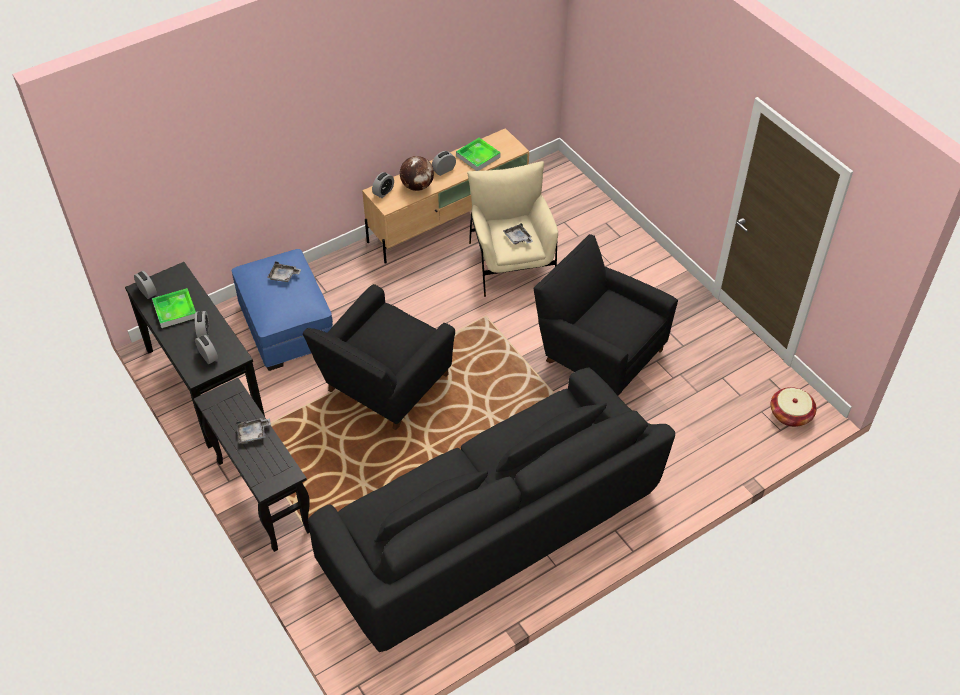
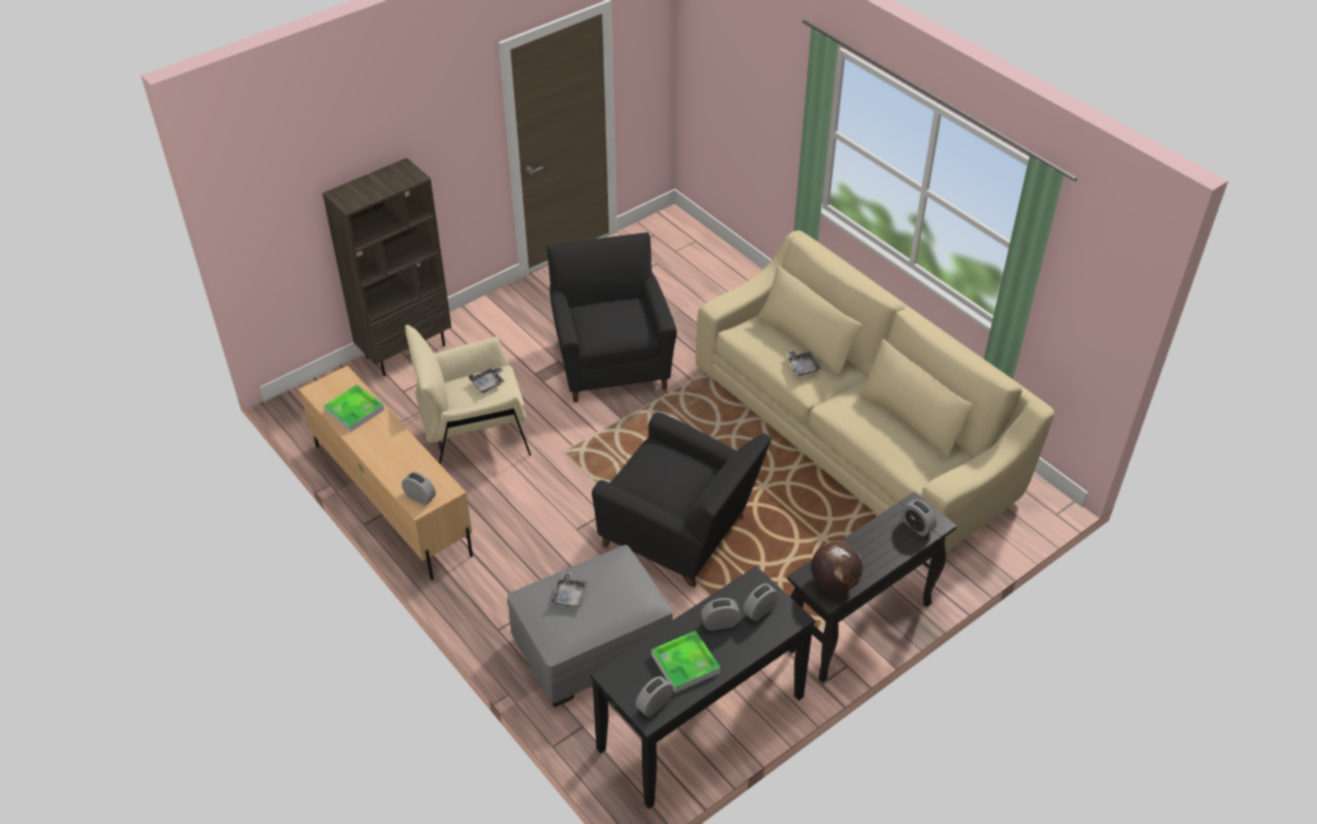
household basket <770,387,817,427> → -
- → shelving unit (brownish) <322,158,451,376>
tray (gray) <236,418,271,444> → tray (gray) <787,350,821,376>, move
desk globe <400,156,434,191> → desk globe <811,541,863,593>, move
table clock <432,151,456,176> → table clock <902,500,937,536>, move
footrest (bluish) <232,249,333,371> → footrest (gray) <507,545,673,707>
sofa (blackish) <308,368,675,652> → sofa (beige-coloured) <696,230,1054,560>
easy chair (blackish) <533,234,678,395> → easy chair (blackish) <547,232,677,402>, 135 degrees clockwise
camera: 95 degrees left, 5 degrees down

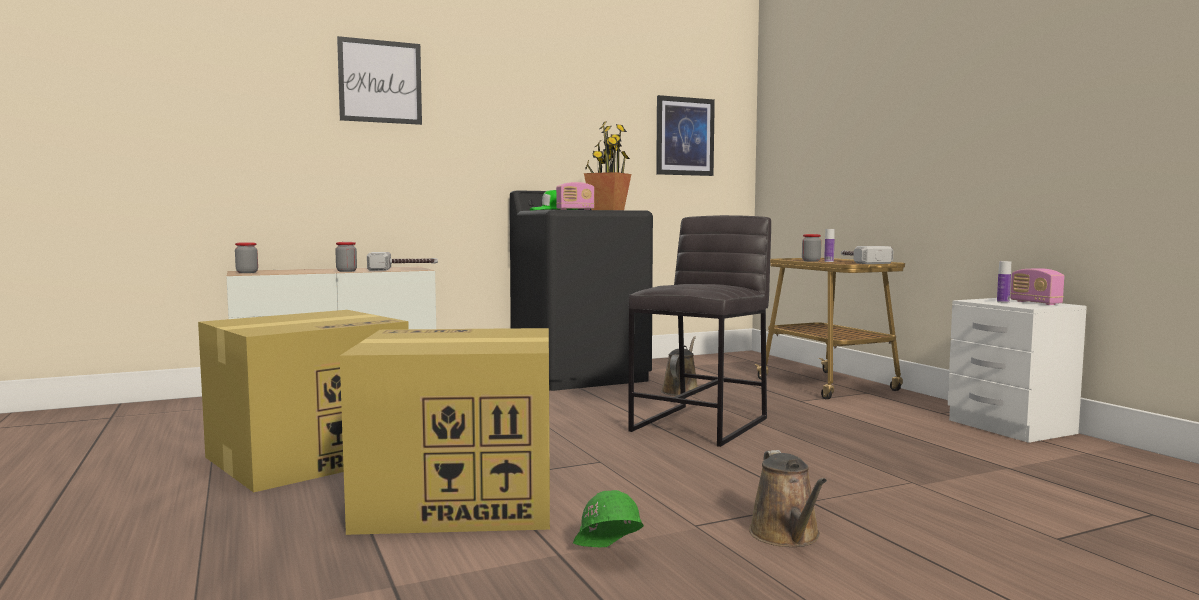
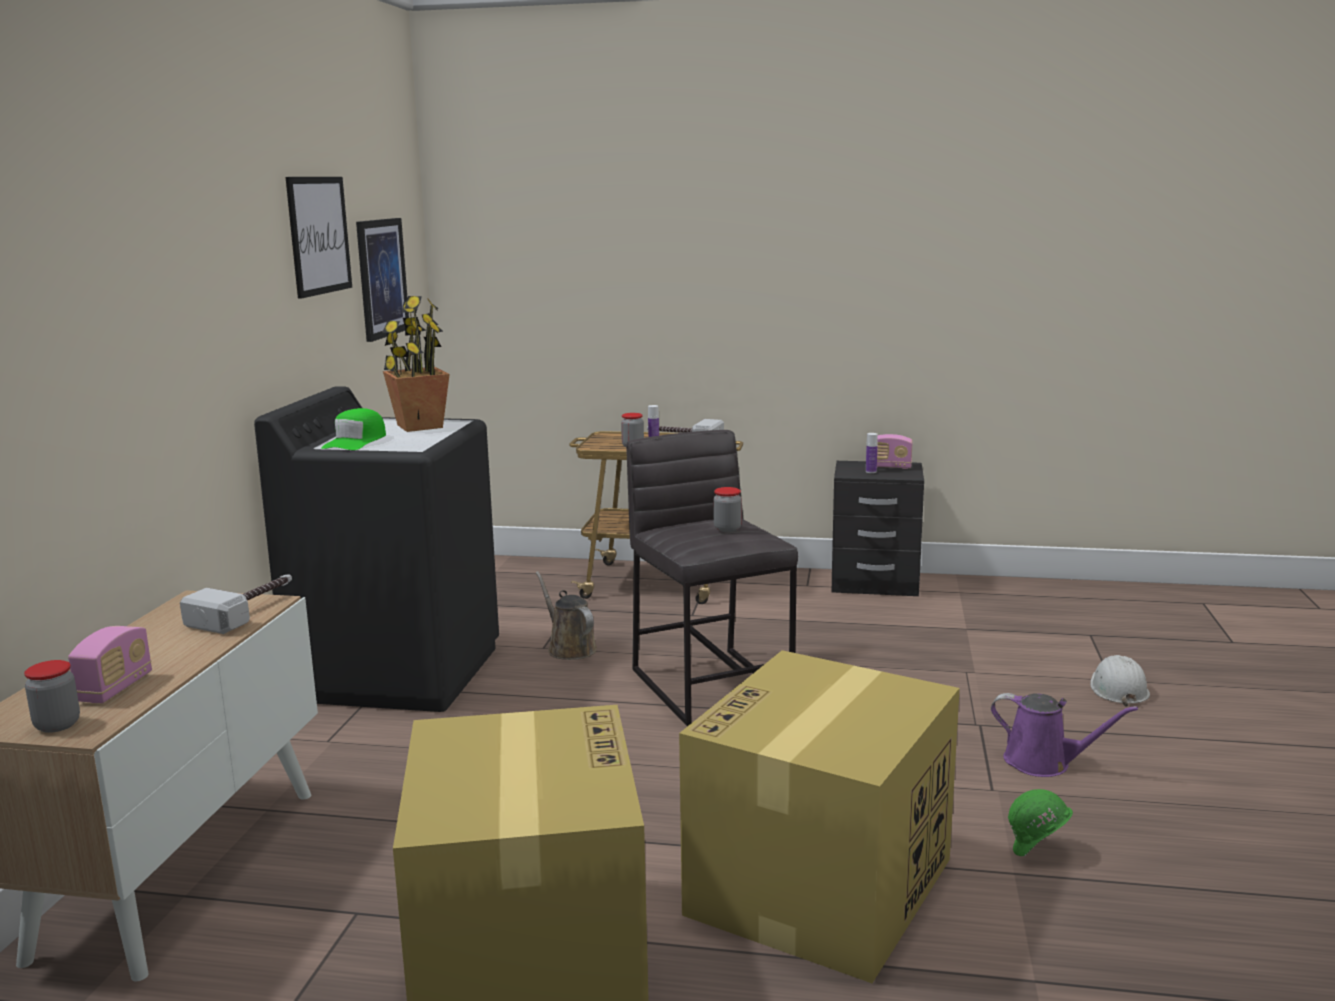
- → work helmet (white-coloured) <1090,655,1150,707>
jar <335,242,357,272> → jar <713,487,742,532>, move
wall art <337,36,422,125> → wall art <285,177,352,299>, move
radio set <556,182,595,210> → radio set <68,626,152,703>, move
watering can (brownish) <749,450,827,547> → watering can (purplish) <991,693,1138,777>
night table (white-coloured) <948,298,1087,443> → night table (blackish) <831,461,924,596>
camera: 55 degrees left, 10 degrees up

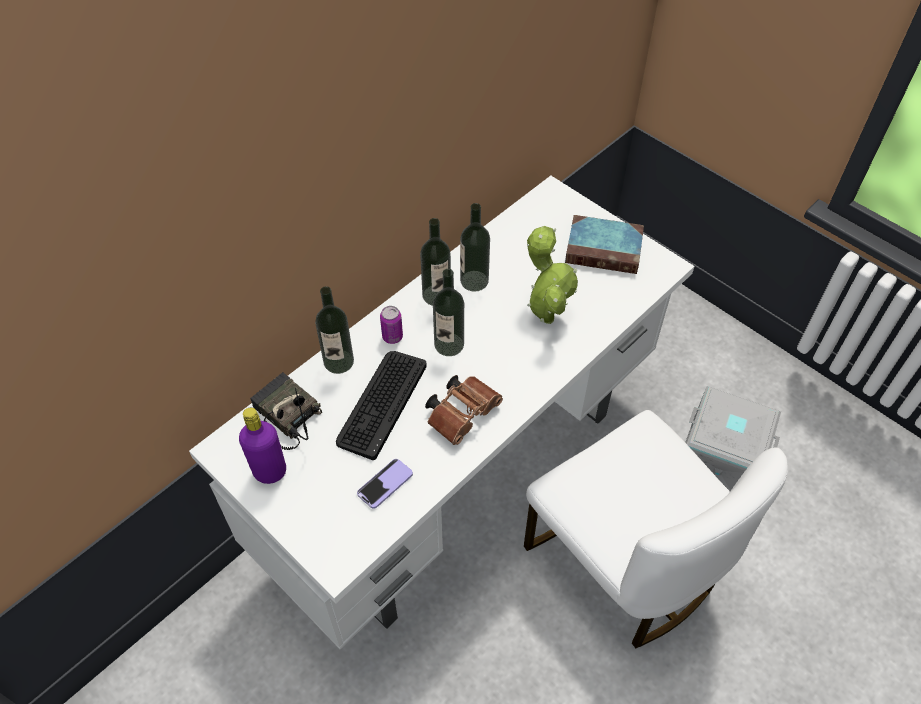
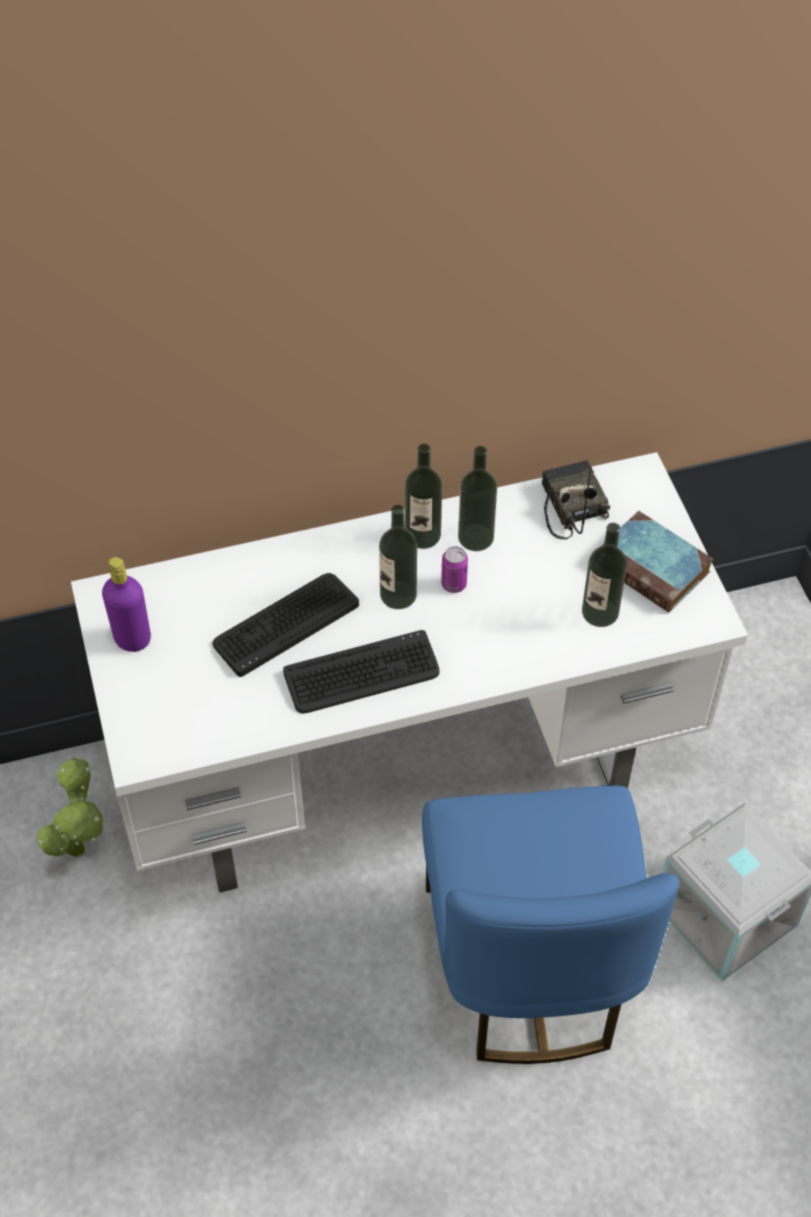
telephone <357,459,413,509> → -
radio set <250,372,322,450> → radio set <542,460,610,539>, move
beverage bottle <315,286,354,374> → beverage bottle <582,523,627,627>, move
sealed can <380,306,403,344> → sealed can <441,546,468,593>, move
plant in a pot <527,226,578,324> → plant in a pot <37,757,104,858>, move
binoculars (brownish) <425,375,503,445> → computer keyboard <283,630,439,713>
upright chair (white-coloured) <524,410,788,648> → upright chair (bluish) <422,786,679,1064>
camera: 30 degrees right, 0 degrees up

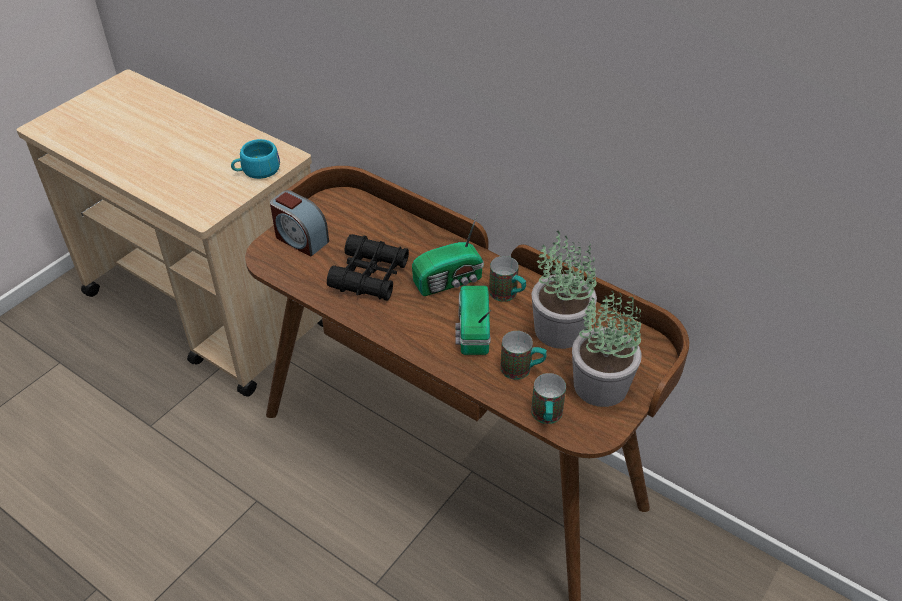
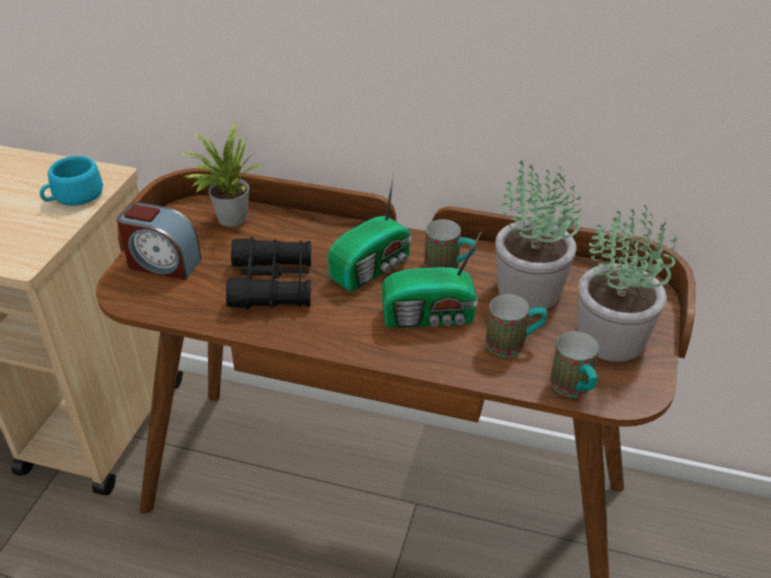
- → plant in a pot <176,123,264,227>
radio set <455,285,491,355> → radio set <382,231,482,328>, 75 degrees counterclockwise
camera: 20 degrees left, 5 degrees down

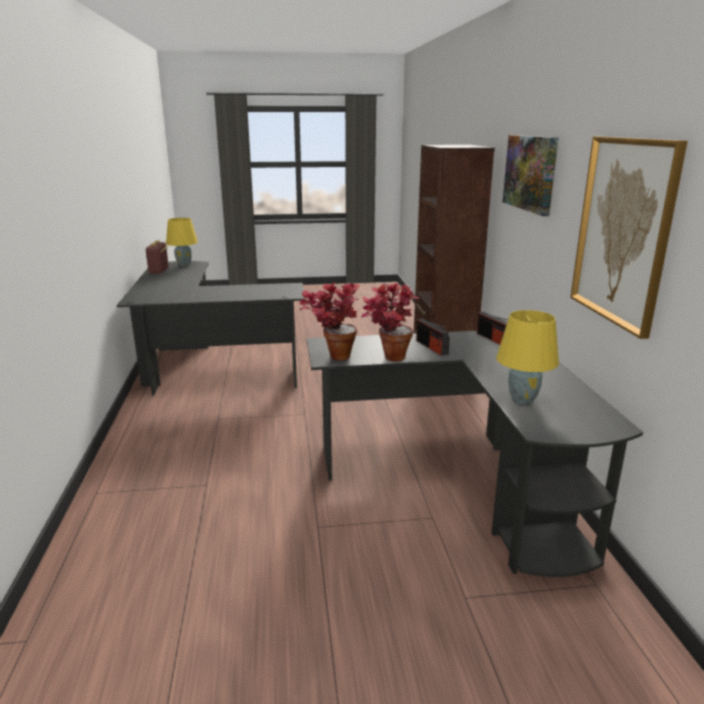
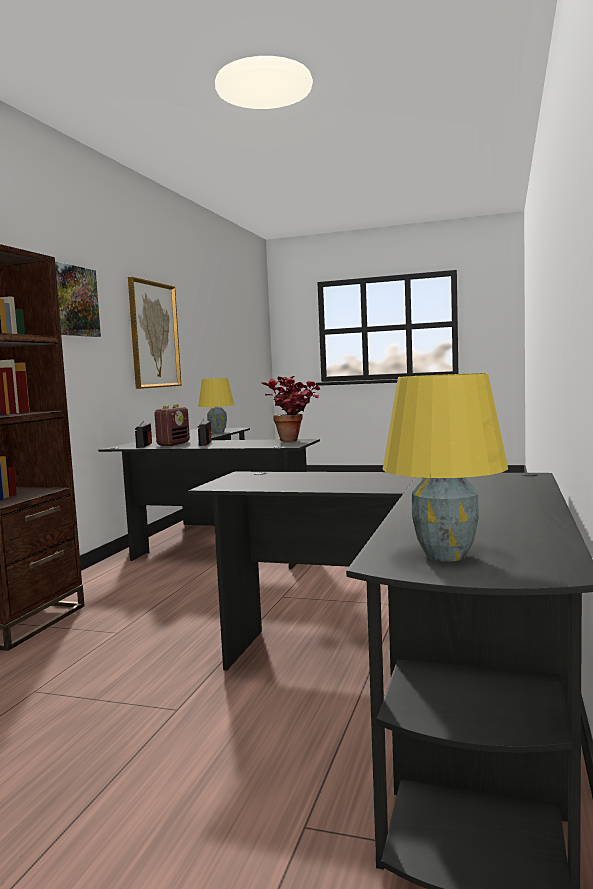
plant in a pot <361,283,420,362> → -
radio set <146,240,169,274> → radio set <154,404,190,446>, move
camera: 155 degrees left, 15 degrees down

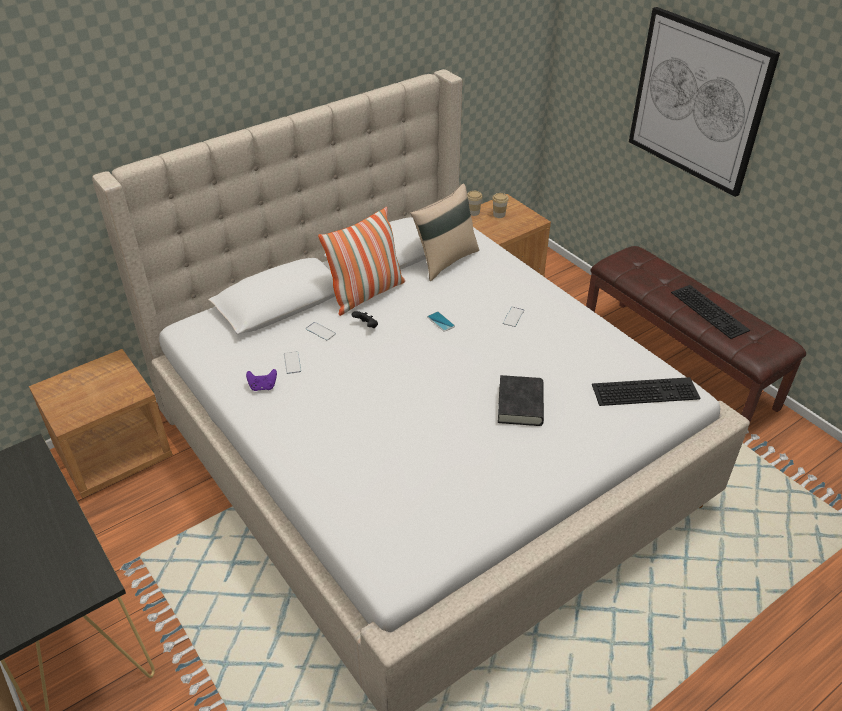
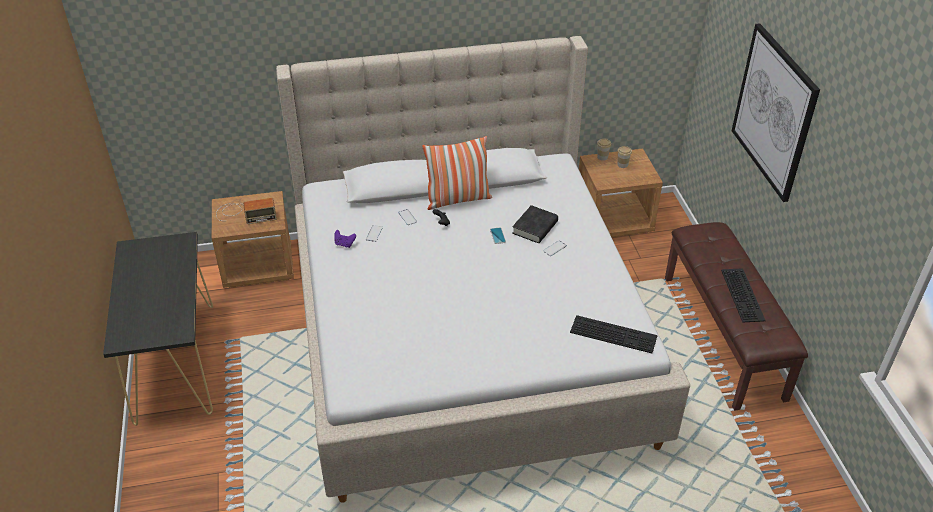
pillow (beige-coloured) <411,183,479,281> → -
- → radio set <216,198,277,224>
bound book (blackish) <498,375,544,426> → bound book (blackish) <512,205,558,243>, move
camera: 25 degrees right, 0 degrees up

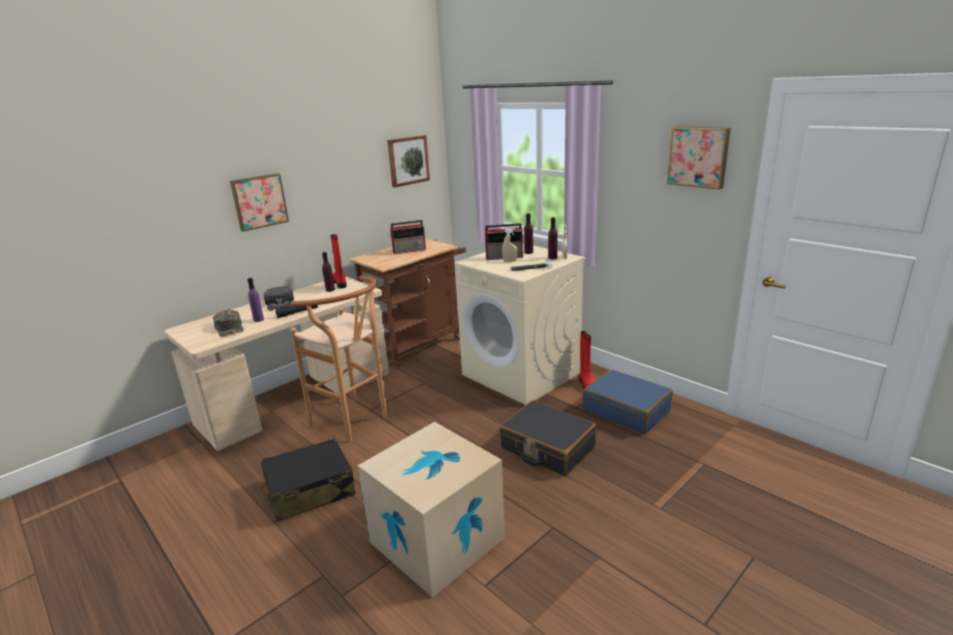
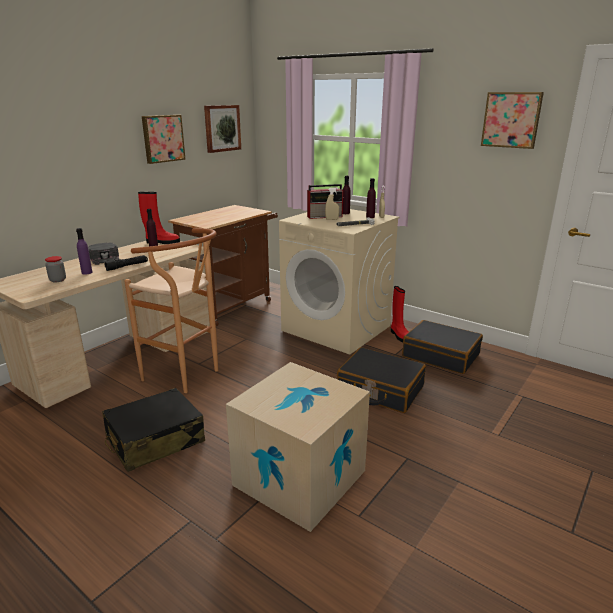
radio set <390,220,426,254> → -
wall art <230,173,289,232> → wall art <142,115,186,164>, move
cap (green-coloured) <213,310,244,337> → jar <45,256,66,282>
suitcase (bluish) <582,370,673,434> → suitcase (blackish) <402,320,483,374>
high-top boot (red) <330,234,347,288> → high-top boot (red) <138,192,180,244>, 120 degrees clockwise
camera: 10 degrees left, 0 degrees up

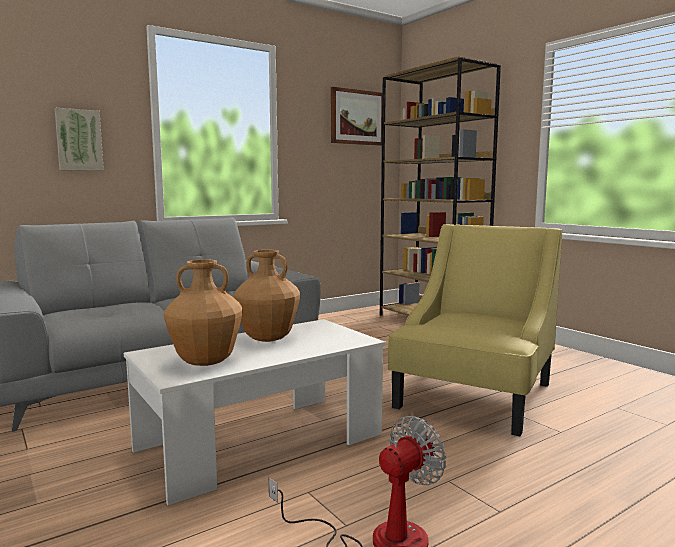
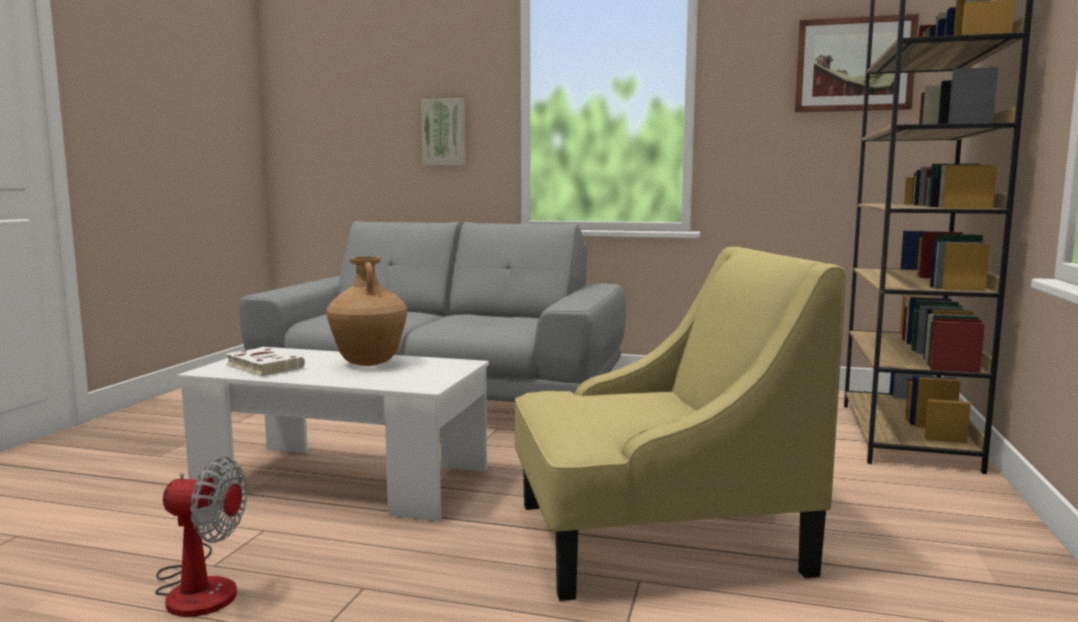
flower vase (brownish) <164,259,242,366> → bound book (white-coloured) <225,347,305,376>
camera: 50 degrees right, 0 degrees up

